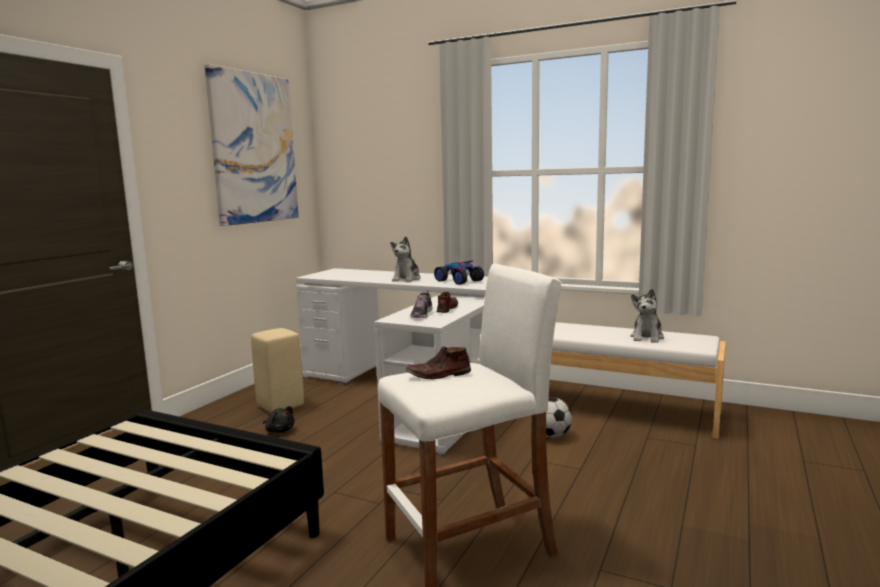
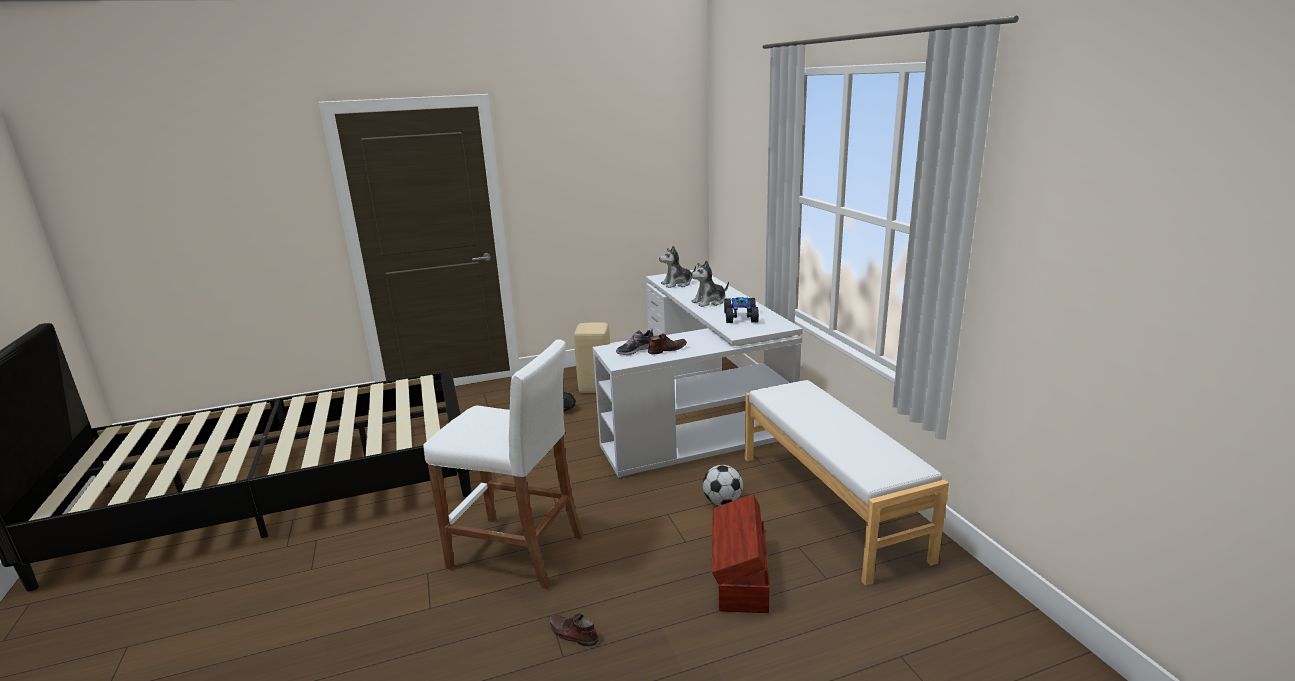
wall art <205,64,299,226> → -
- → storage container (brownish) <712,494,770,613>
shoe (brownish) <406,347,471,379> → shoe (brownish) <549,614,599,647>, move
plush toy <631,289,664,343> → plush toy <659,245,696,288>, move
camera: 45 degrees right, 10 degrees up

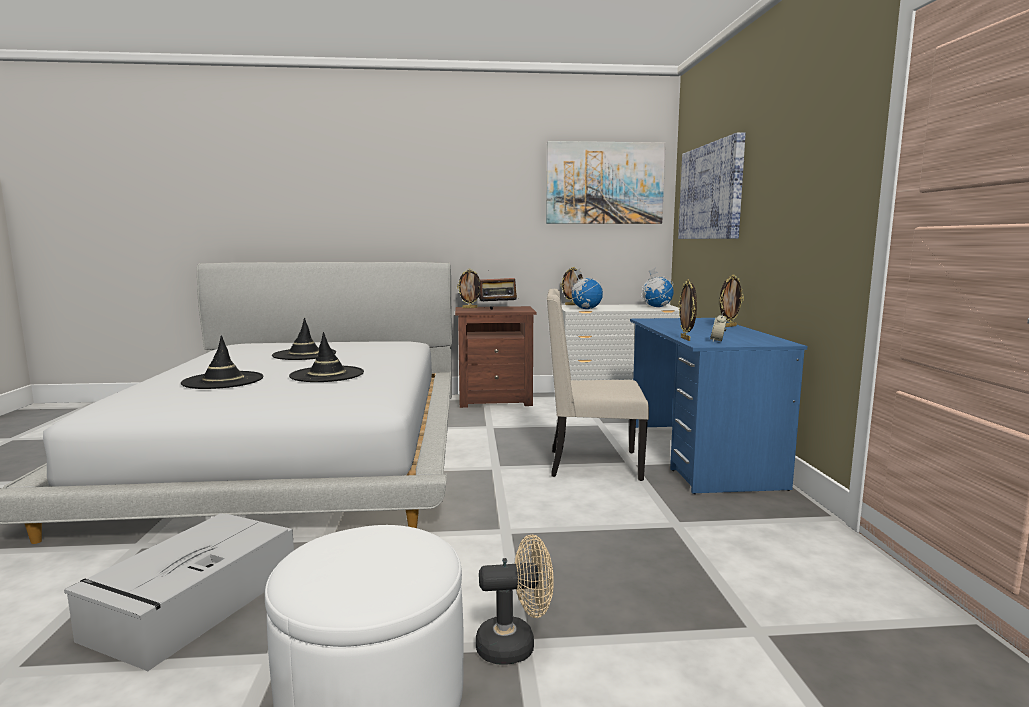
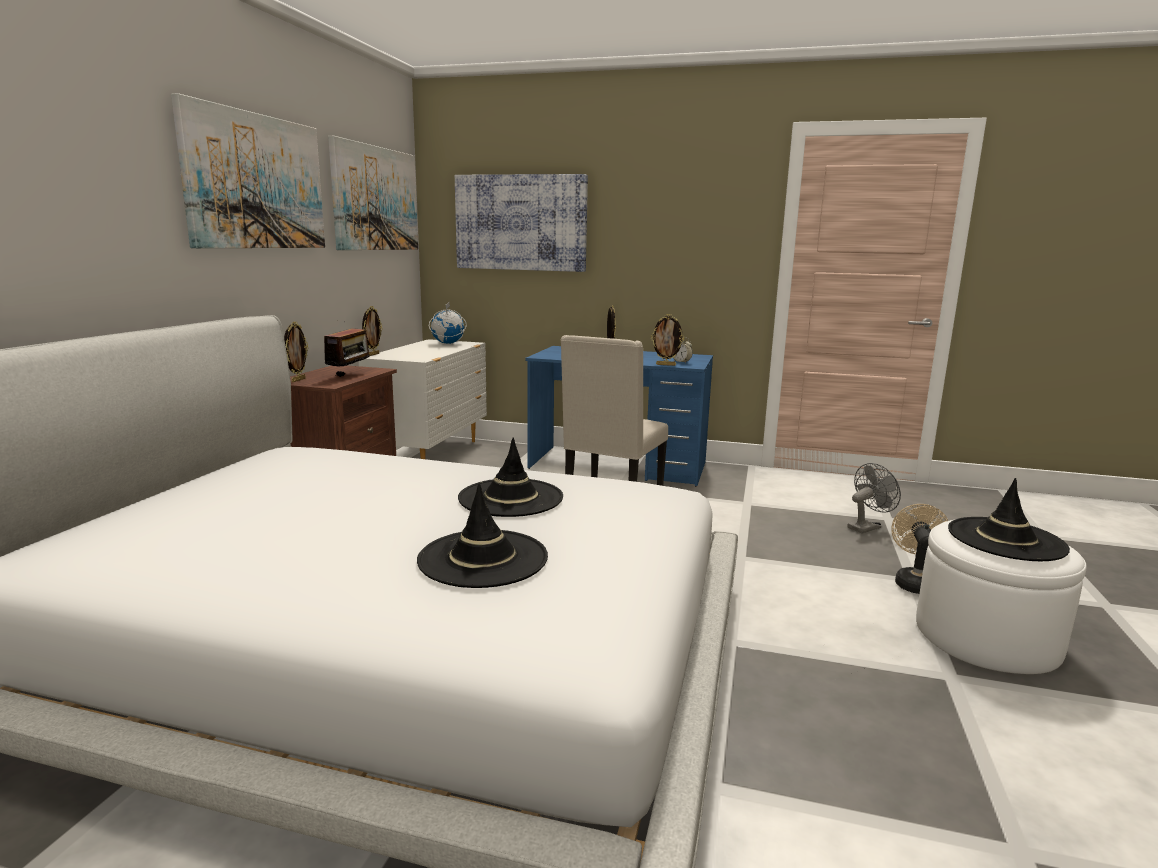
storage container (gray) <64,513,294,671> → -
desk globe <570,269,603,309> → -
- → wall art <171,93,325,248>
- → cooling fan (gray) <847,463,901,534>
wearable hat (blackish) <272,318,336,360> → wearable hat (blackish) <948,478,1070,561>, move
camera: 70 degrees left, 5 degrees up

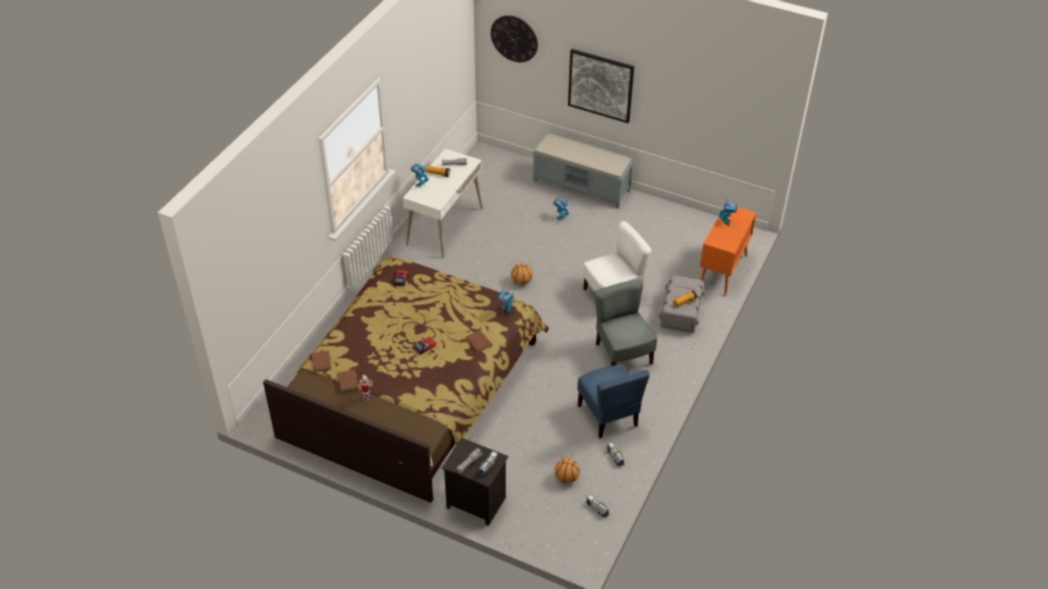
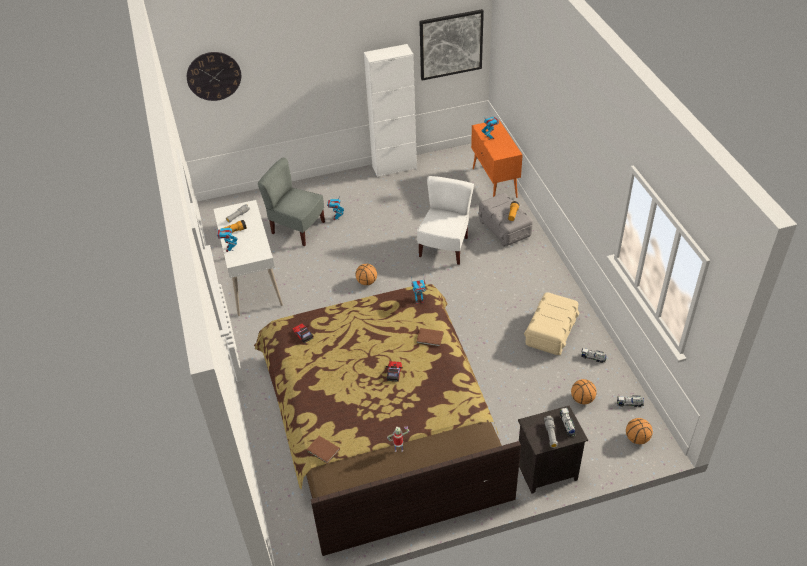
bound book (brownish) <337,369,359,392> → -
indoor bench (gray) <533,132,634,209> → -
- → cupboard (white-coloured) <364,44,417,177>
- → ball for basketball <626,418,653,444>
wall art <568,49,634,123> → wall art <420,9,484,81>, move
upright chair (gray) <594,279,657,366> → upright chair (gray) <258,158,325,246>, move
upright chair (bluish) <578,364,650,438> → storage container (beige-coloured) <524,292,580,355>
camera: 40 degrees left, 0 degrees up

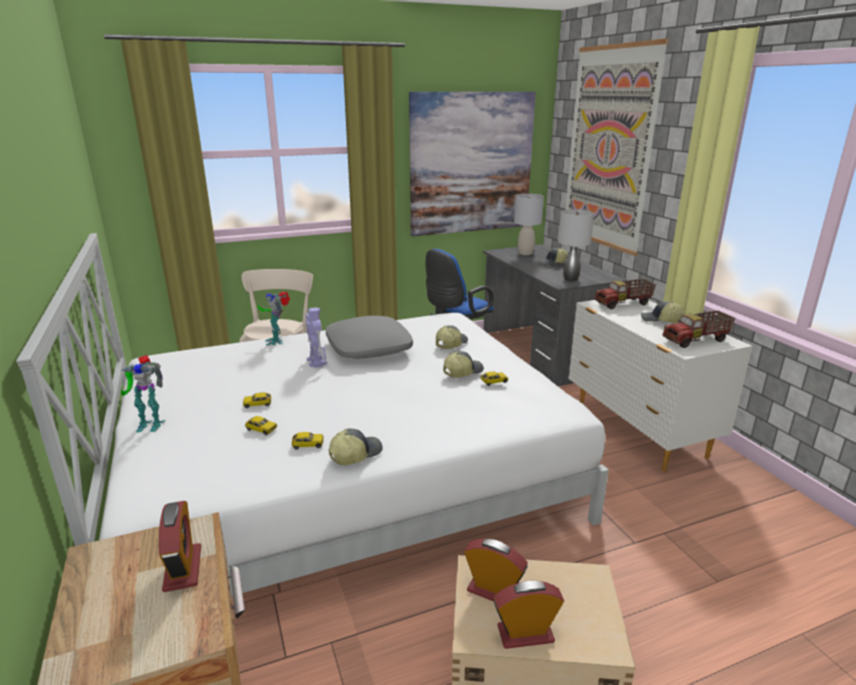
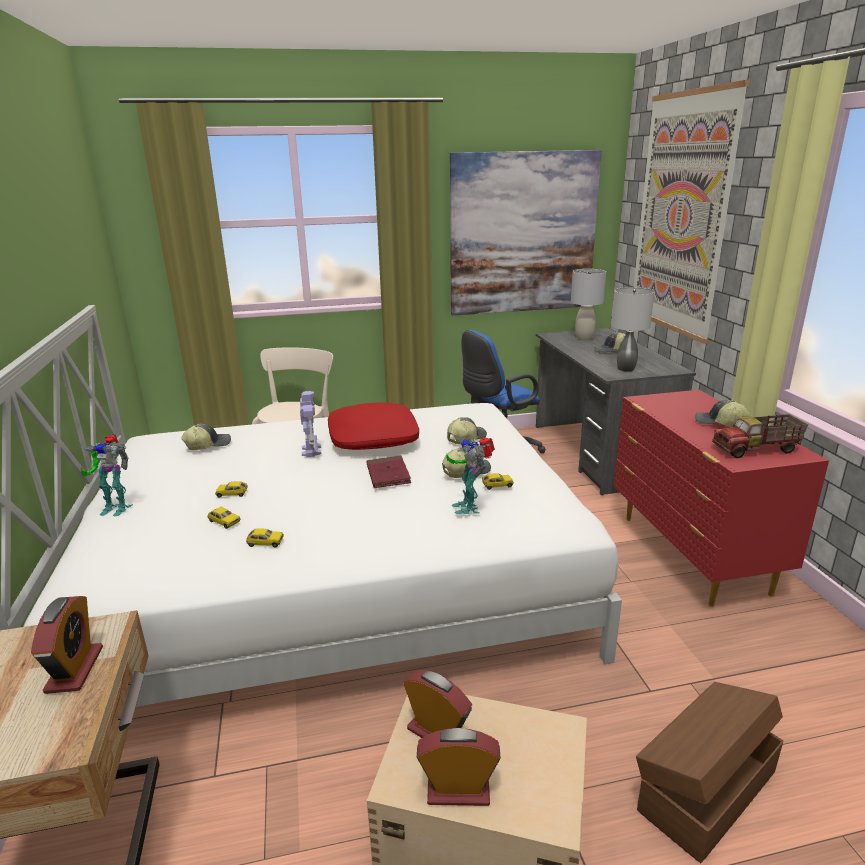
toy truck <595,279,656,309> → -
- → bound book (red) <366,455,411,488>
- → storage container (brownish) <636,682,784,863>
robot figure <258,291,290,345> → robot figure <446,437,495,514>, move
cap <329,429,383,465> → cap <181,423,231,450>, move
pillow (gray) <326,316,413,359> → pillow (red) <328,402,419,450>
dresser (white-coloured) <568,298,752,471> → dresser (red) <613,390,829,607>
camera: 10 degrees right, 0 degrees up

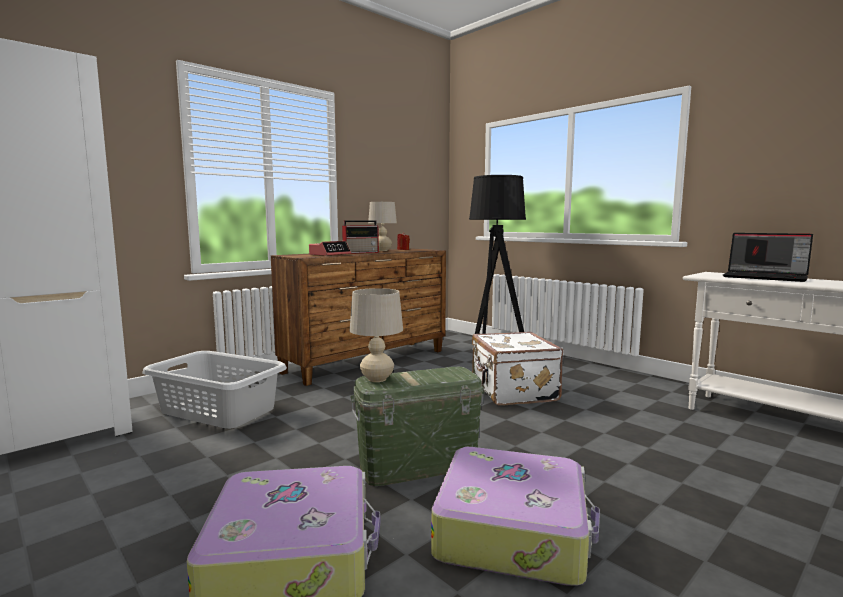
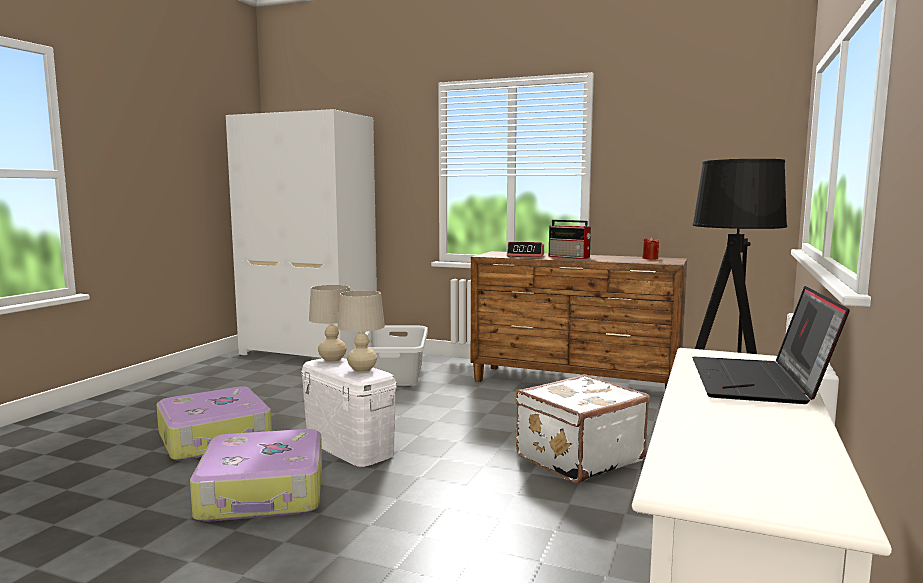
lamp for a table (beige-coloured) <368,202,397,251> → lamp for a table (beige-coloured) <338,290,385,373>, move
storage container (green-coloured) <350,367,485,486> → storage container (white-coloured) <301,358,397,467>
camera: 65 degrees right, 0 degrees up

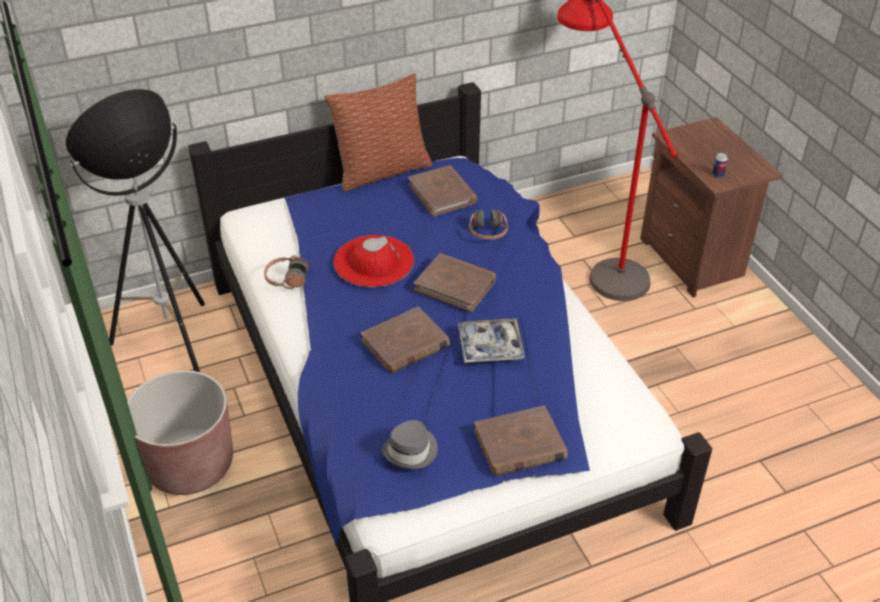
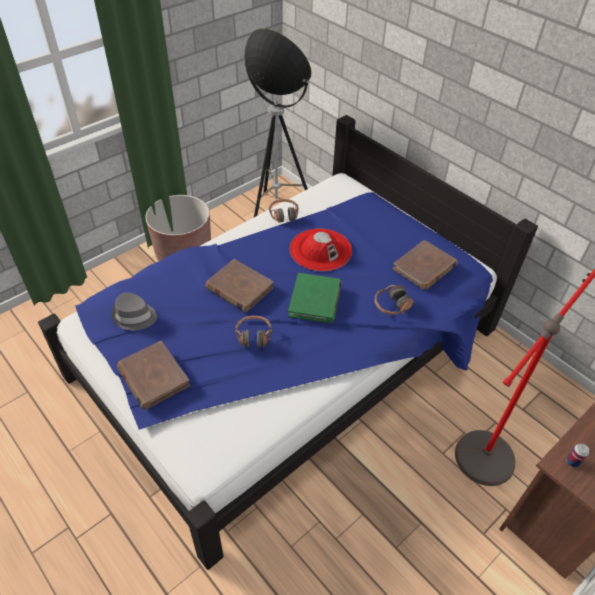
pillow <324,73,432,192> → -
tray <458,319,525,363> → headphones <235,316,272,348>
bound book (brownish) <414,253,496,312> → bound book (green-coloured) <288,273,342,323>
camera: 70 degrees right, 5 degrees up

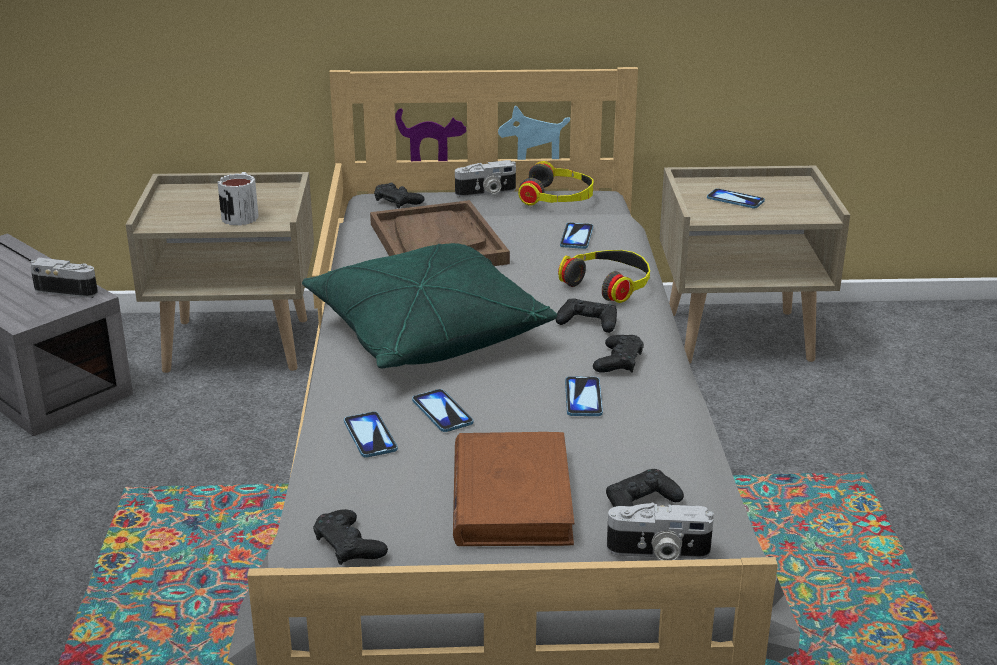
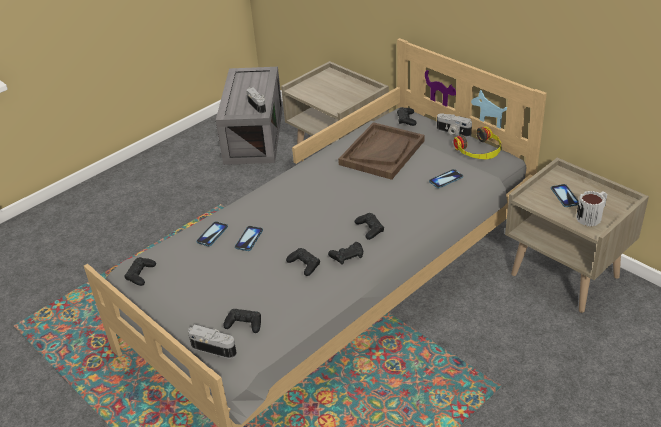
pillow (green-coloured) <302,243,557,368> → -
bound book (brownish) <453,432,574,546> → -
headphones <558,250,650,303> → -
mug <218,172,259,225> → mug <576,191,607,226>, move
telephone <565,377,603,416> → game controller (blackish) <286,248,320,276>
photo camera <607,503,714,560> → photo camera <188,324,237,359>, 150 degrees clockwise
camera: 50 degrees right, 10 degrees up

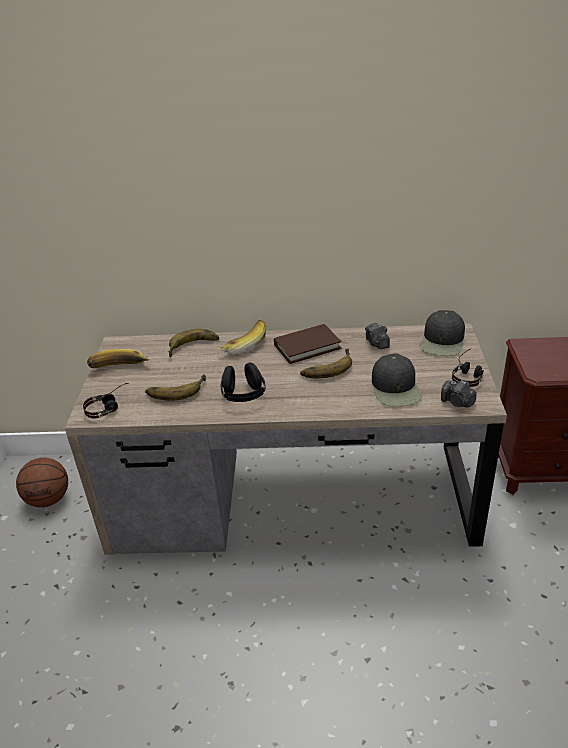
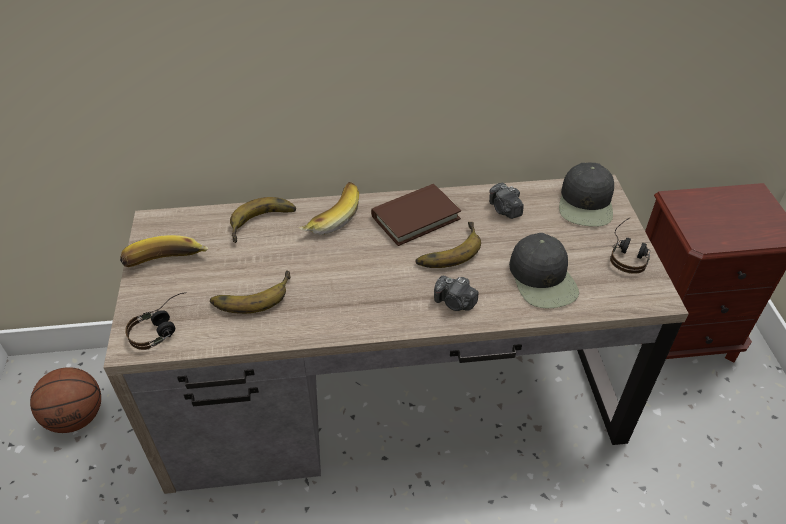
headphones (blackish) <221,363,266,402> → -
photo camera <441,380,477,407> → photo camera <434,276,478,311>, move
camera: 10 degrees left, 10 degrees up

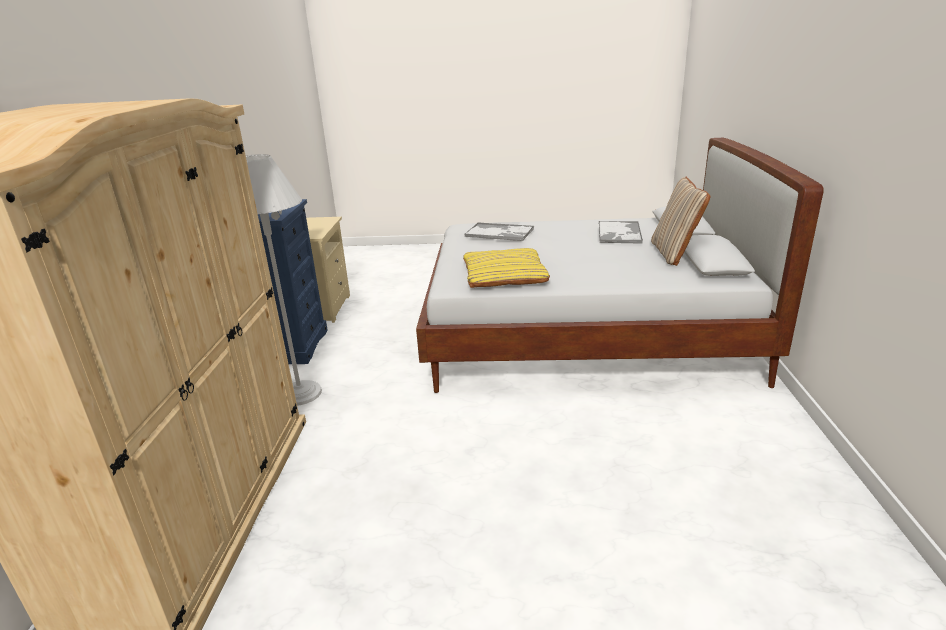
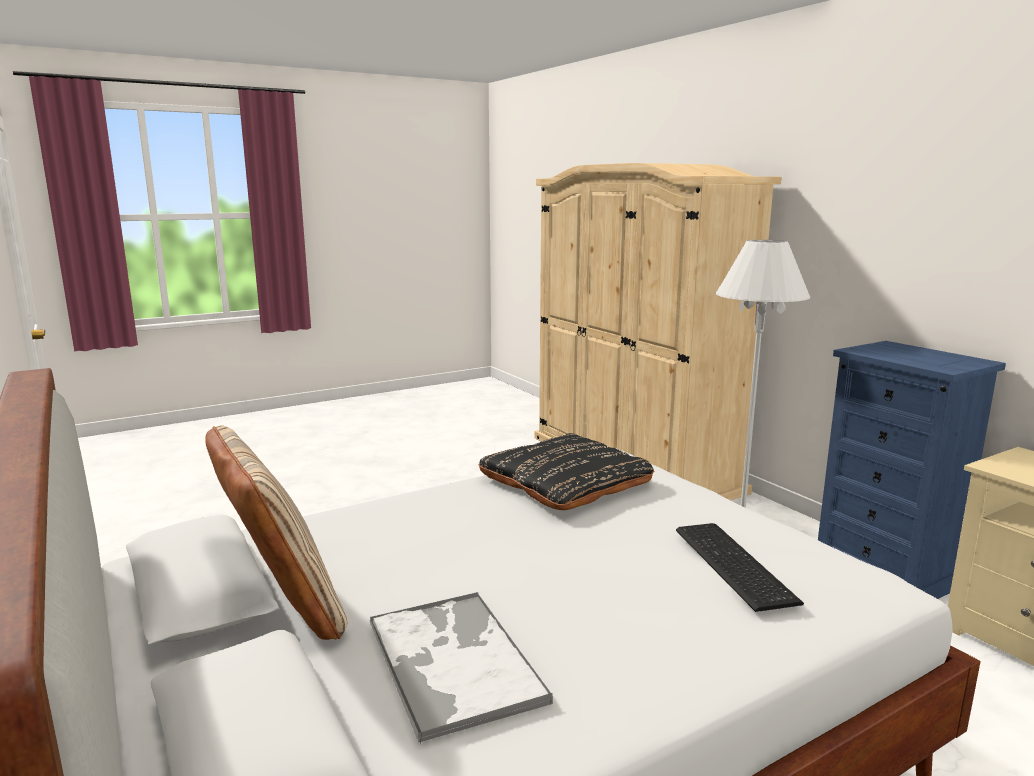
tray <464,223,534,241> → computer keyboard <676,523,804,612>
pillow (yellow-coloured) <463,248,550,288> → pillow (blackish) <479,433,655,510>
camera: 145 degrees right, 10 degrees down

